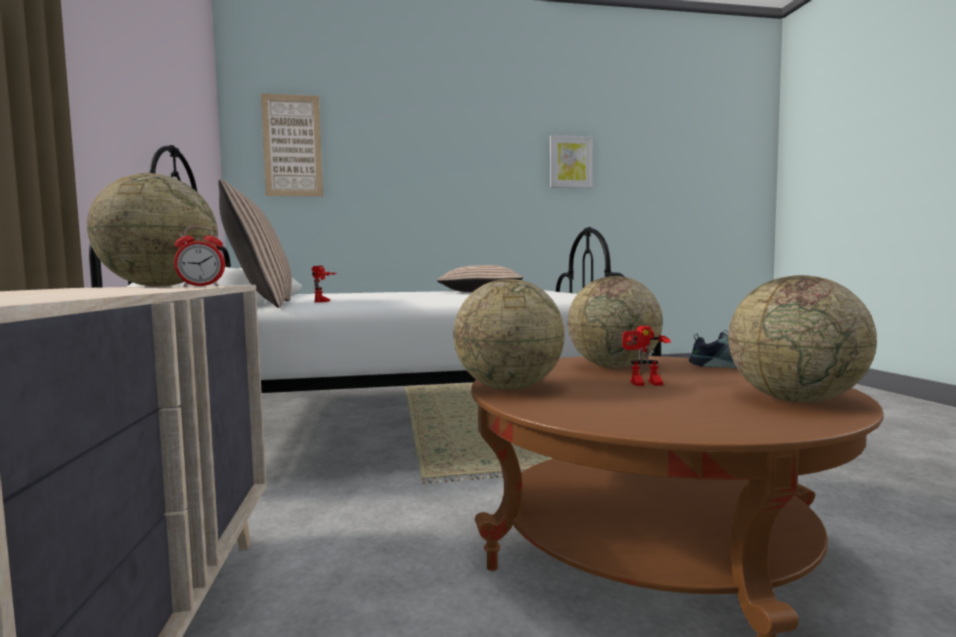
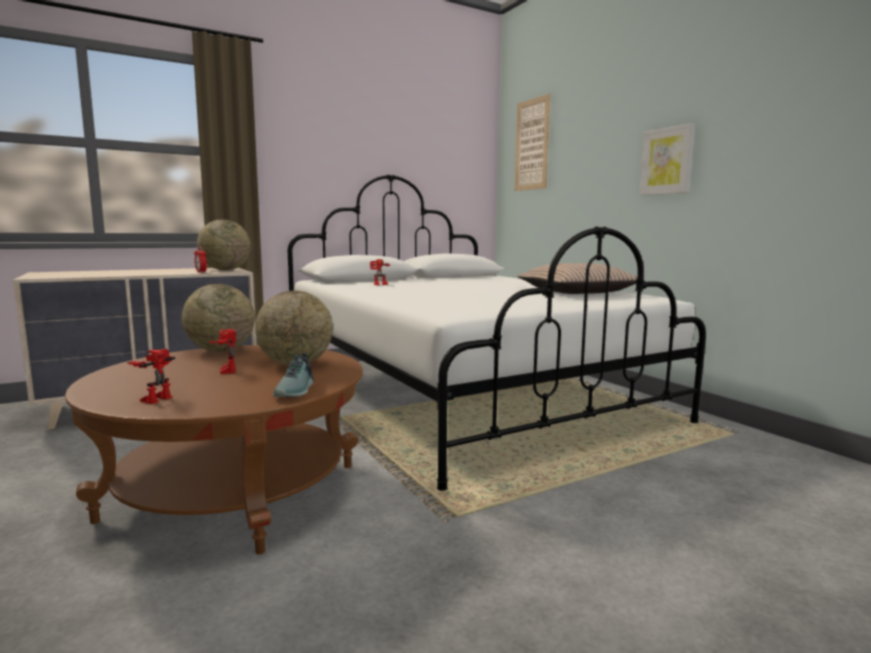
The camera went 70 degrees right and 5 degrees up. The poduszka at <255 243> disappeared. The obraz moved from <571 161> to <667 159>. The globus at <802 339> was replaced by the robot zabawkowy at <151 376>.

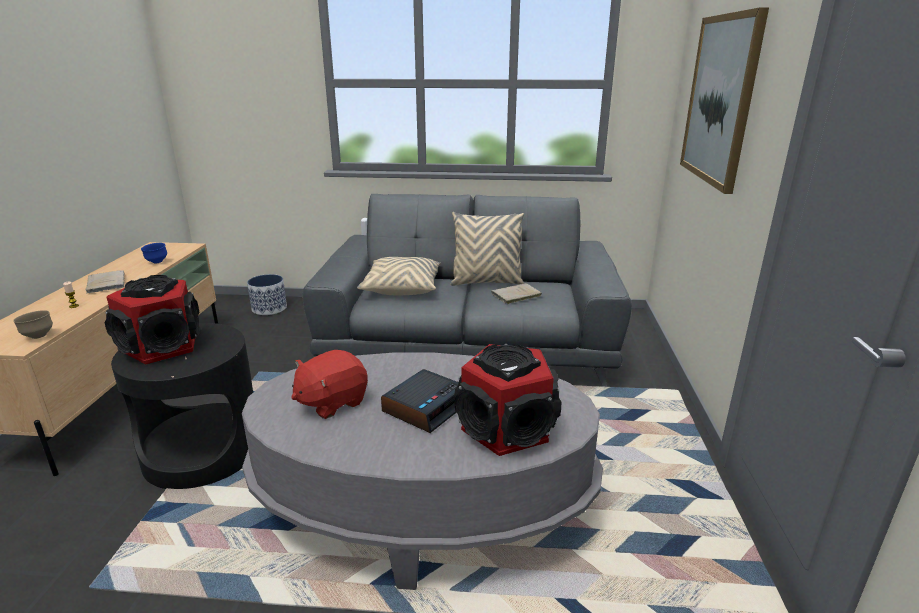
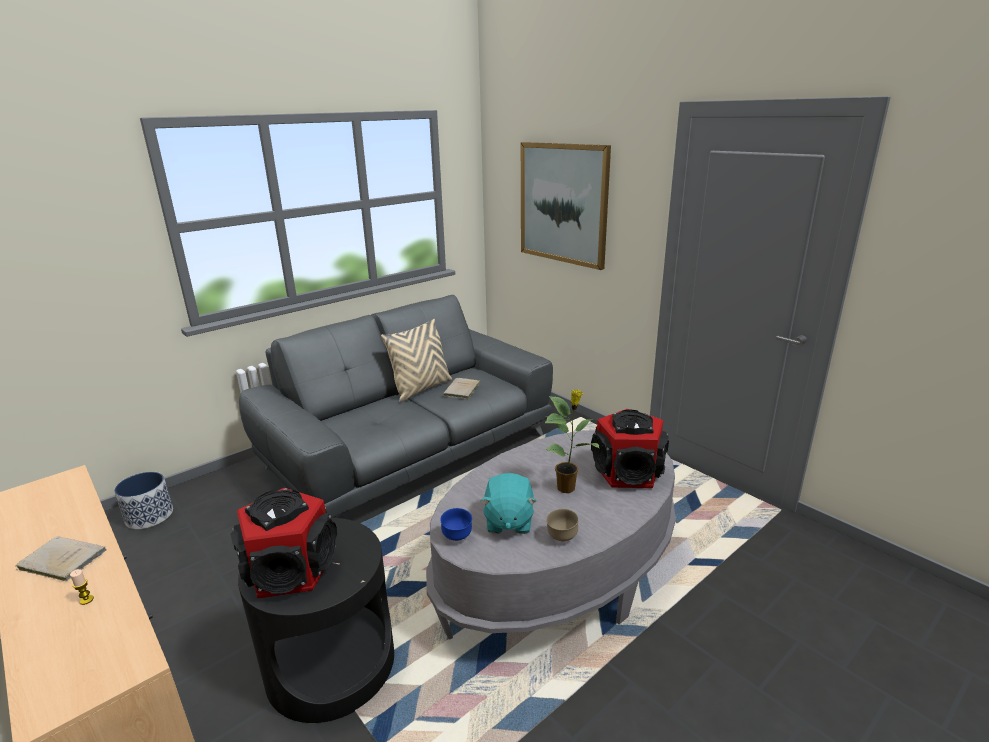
The camera went 45 degrees left and 0 degrees up. The miska/brązowy moved from <33 324> to <562 525>. The miska/niebieski moved from <154 253> to <456 524>. The pluszak/czerwony at <329 384> became the pluszak/turkusowy at <508 503>. The poduszka/beżowy at <399 276> disappeared. The budzik at <419 401> was replaced by the roślina doniczkowa at <572 441>.

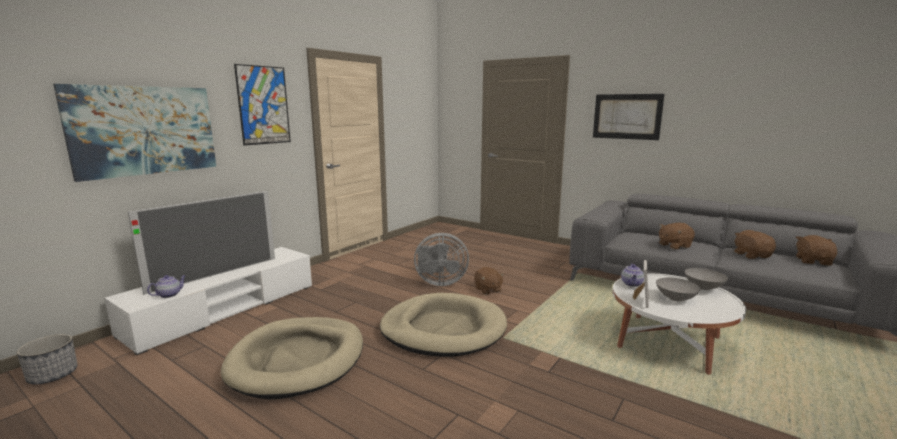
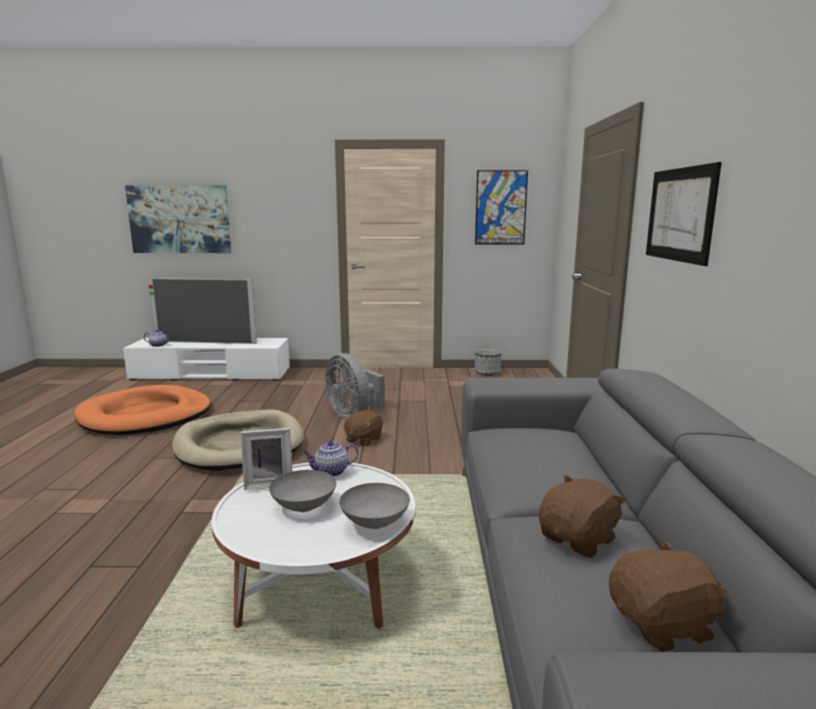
The camera went 55 degrees right and 0 degrees up. The donica moved from <47 359> to <488 362>. The legowisko/beżowy at <292 358> became the legowisko/pomarańczowy at <142 410>. The obraz moved from <262 105> to <501 207>. The pluszak/brązowy at <677 236> disappeared.

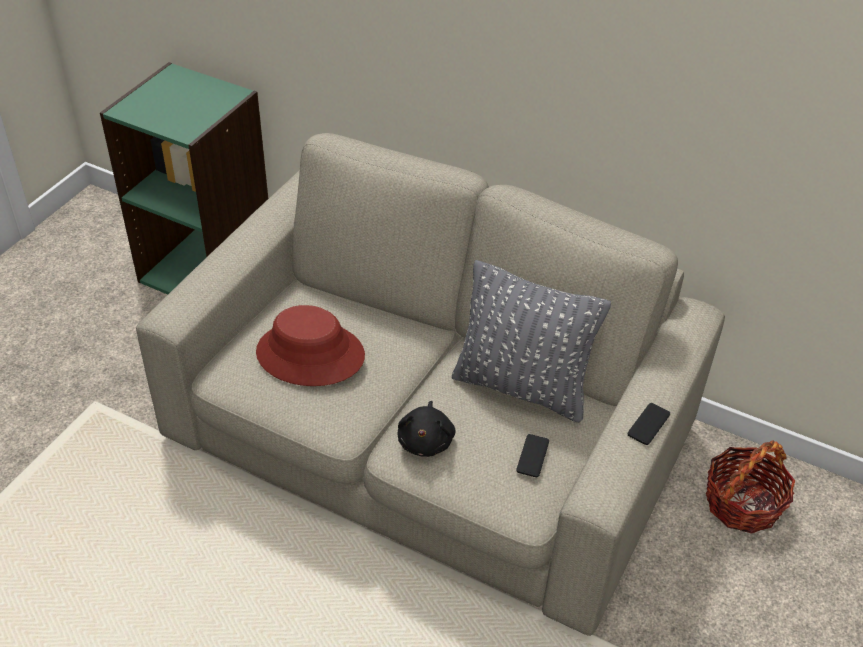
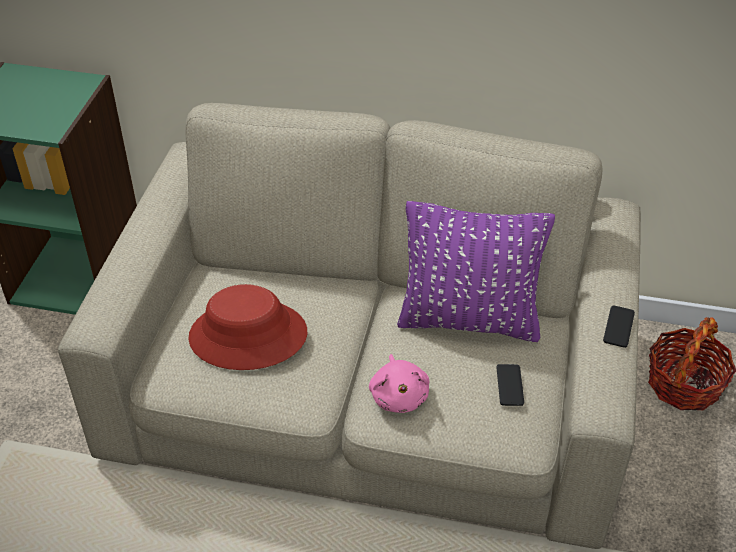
The camera went 15 degrees left and 0 degrees up. The pluszak/czarny at <427 429> became the pluszak/różowy at <399 383>. The poduszka/szary at <531 341> became the poduszka/fioletowy at <476 271>.

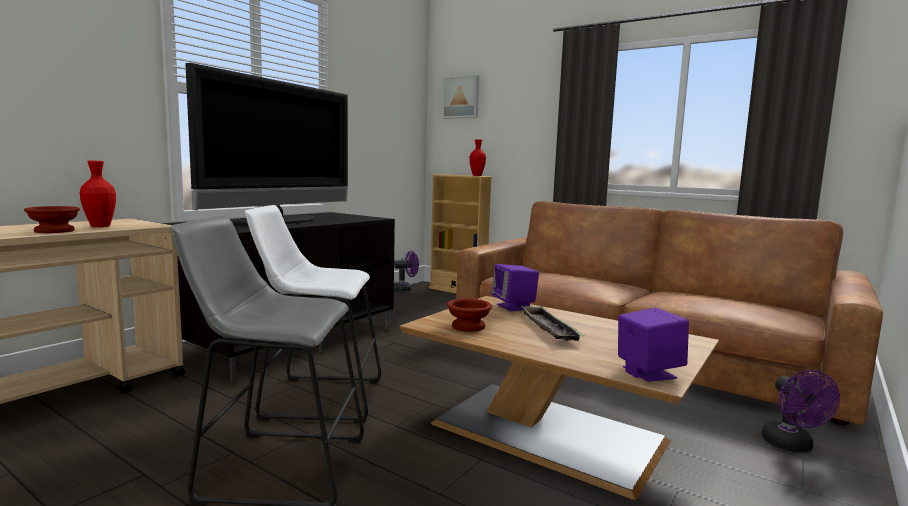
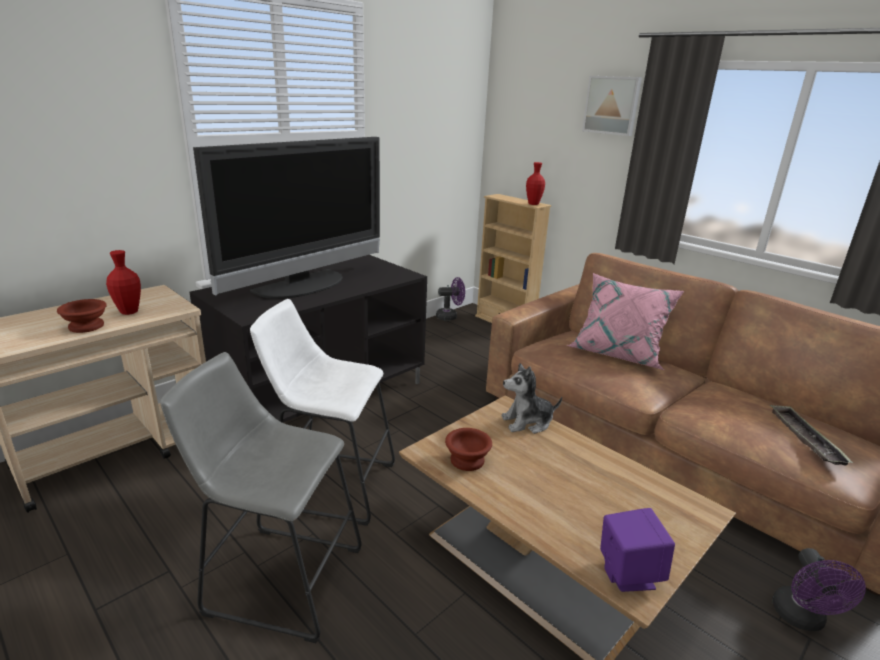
The camera went 10 degrees right and 15 degrees up. The obraz moved from <460 97> to <612 106>. The głośnik/fioletowy at <515 287> was replaced by the pluszak at <531 398>. The taca moved from <551 323> to <812 435>. The poduszka/różowy at <625 321> appeared.

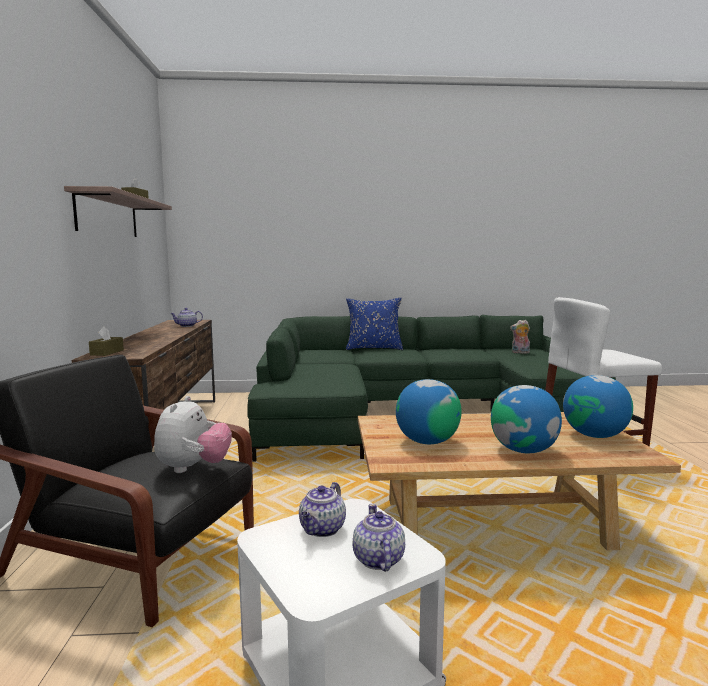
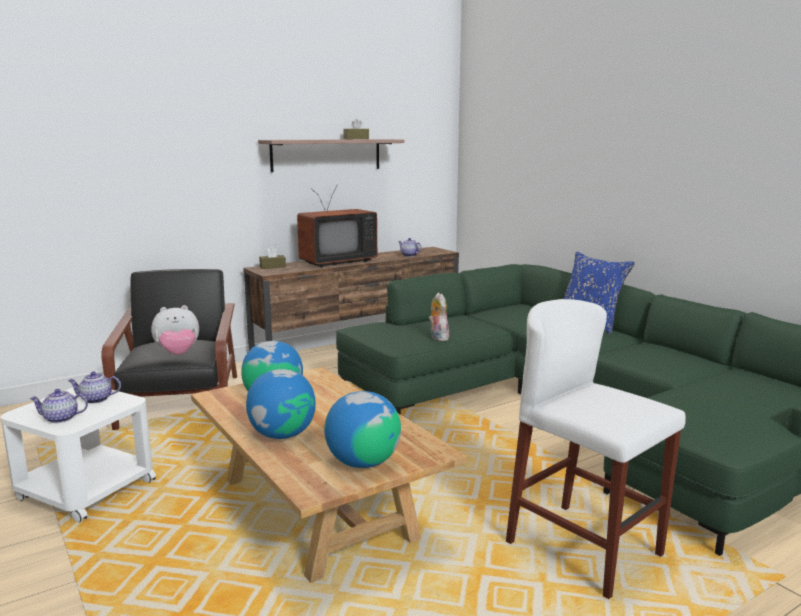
The camera went 60 degrees right and 5 degrees up. The imbryk at <379 538> turned 150 degrees counterclockwise. The pluszak moved from <520 337> to <439 317>. The telewizor at <337 225> appeared.

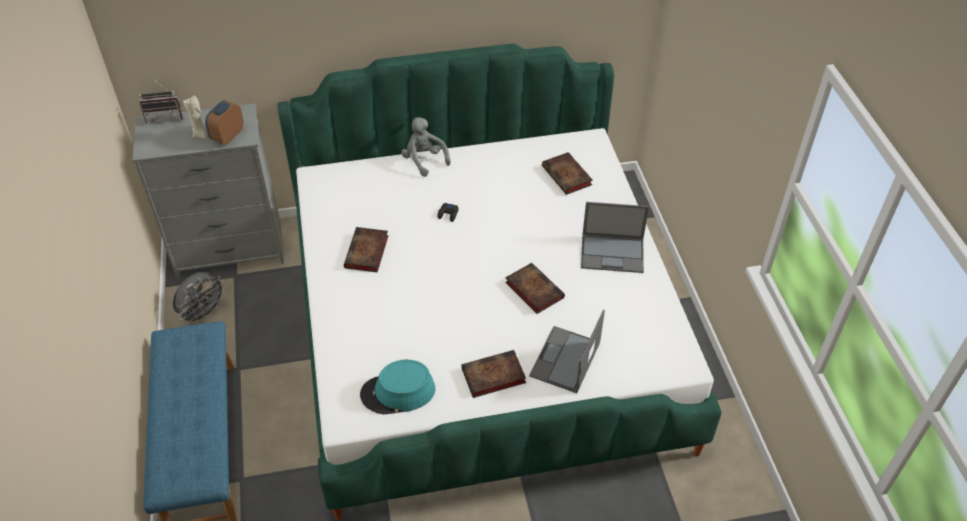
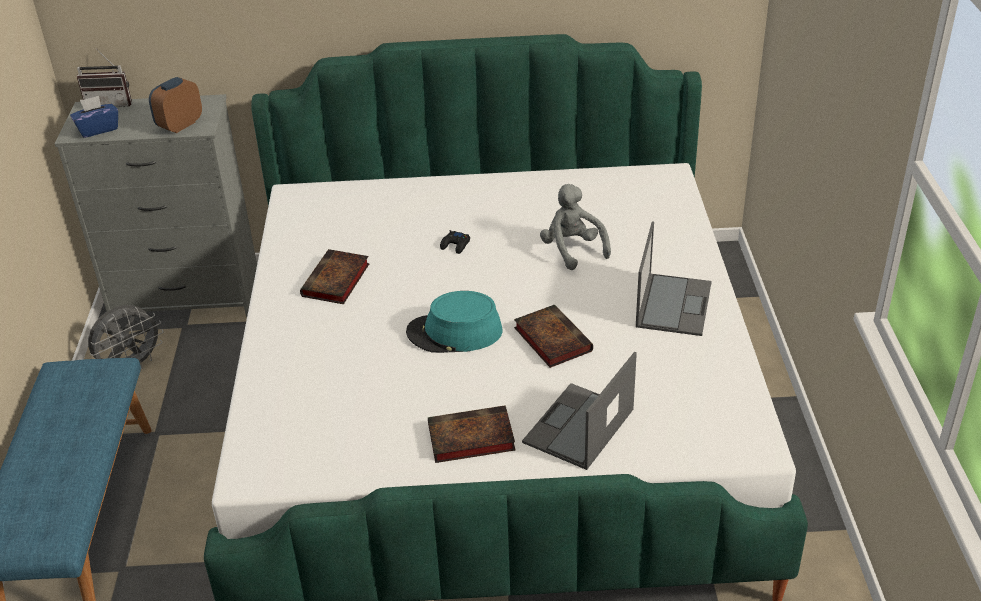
The camera went 10 degrees right and 10 degrees down. The świeca/beżowy at <195 117> disappeared. The kapelusz/turkusowy moved from <398 387> to <454 322>. The pluszak/szary moved from <426 147> to <575 227>. The książka at <567 173> disappeared. The laptop at <615 237> turned 90 degrees counterclockwise. The pudełko chusteczek/niebieski at <94 117> appeared.

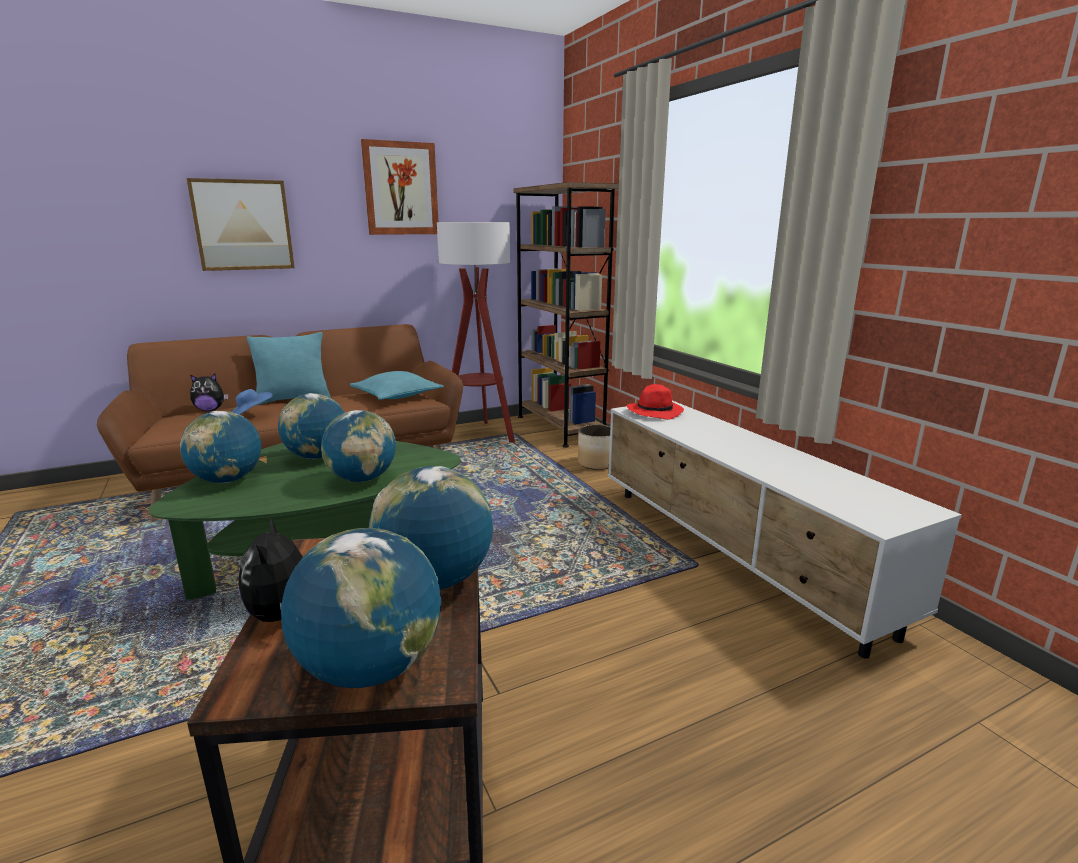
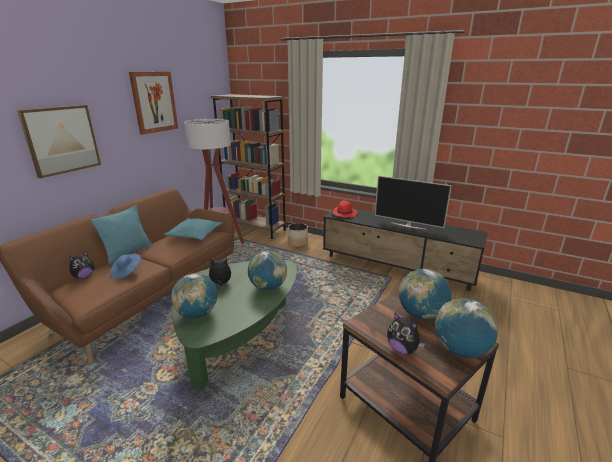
The camera went 35 degrees left and 5 degrees up. The globus at <311 426> was replaced by the pluszak at <219 272>. The szafka pod telewizor/biały at <785 530> became the szafka pod telewizor/czarny at <405 249>. The telewizor at <413 203> appeared.

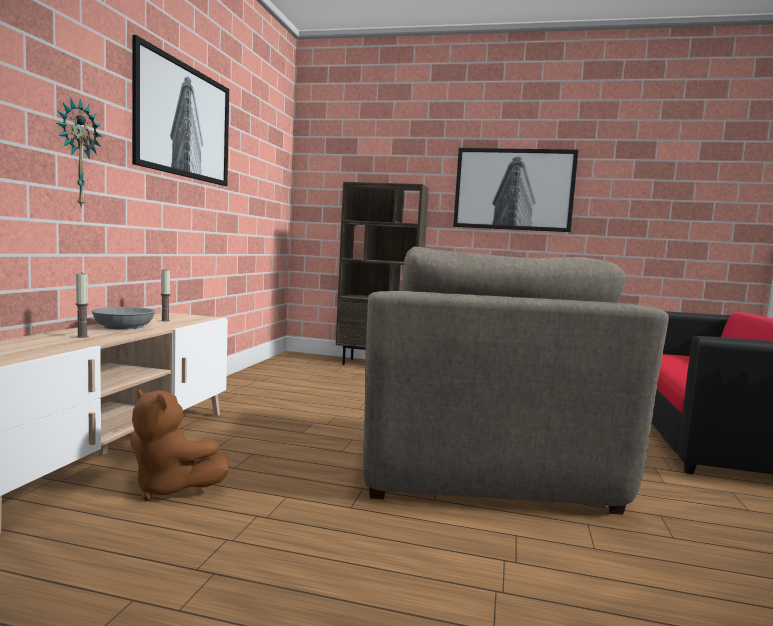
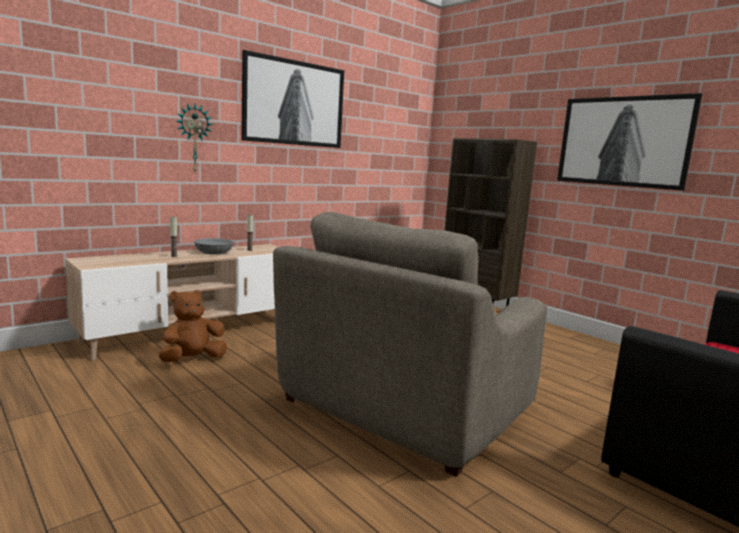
The camera went 35 degrees right and 5 degrees up. The pluszak/brązowy at <179 445> turned 75 degrees clockwise.

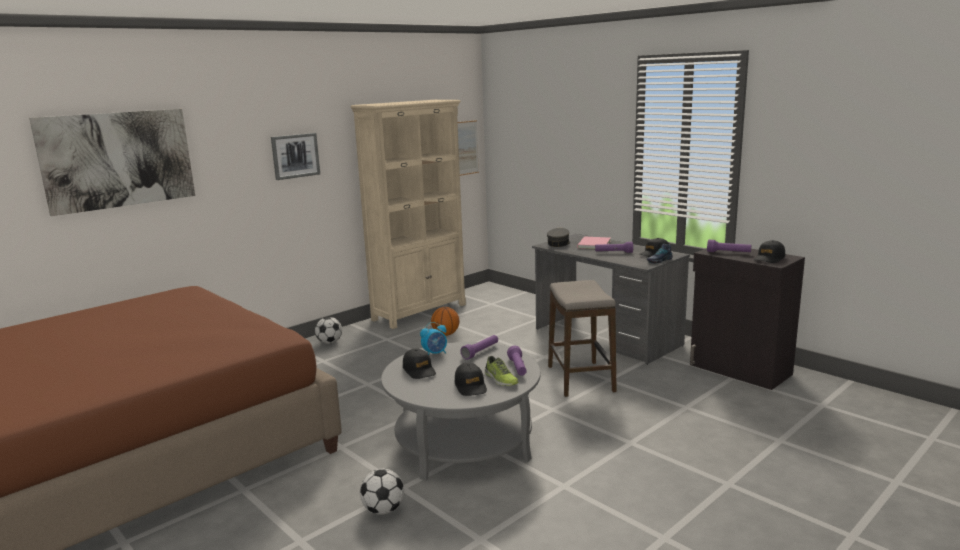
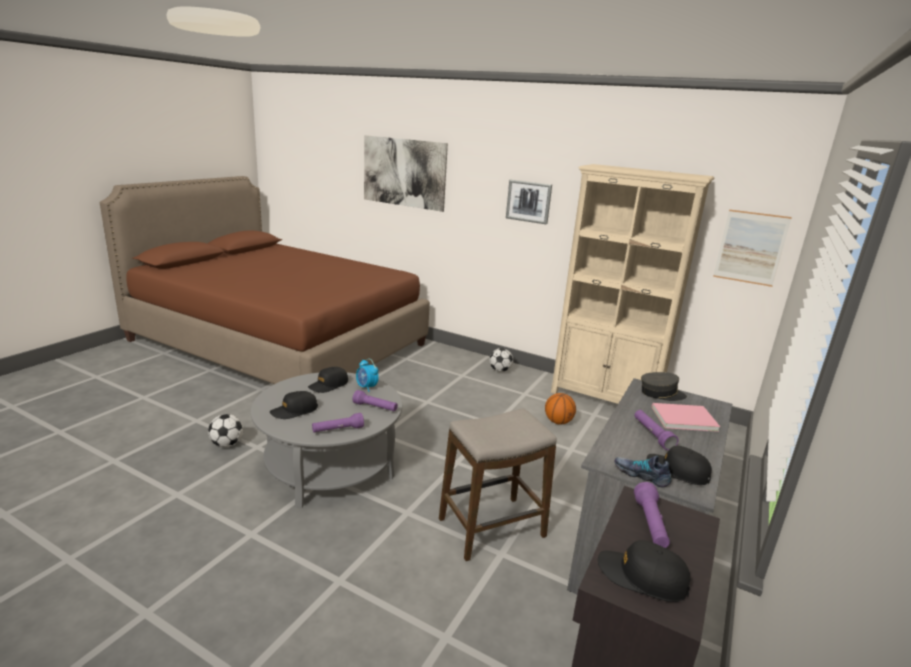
The camera went 70 degrees right and 5 degrees up. The but at <502 371> disappeared.

